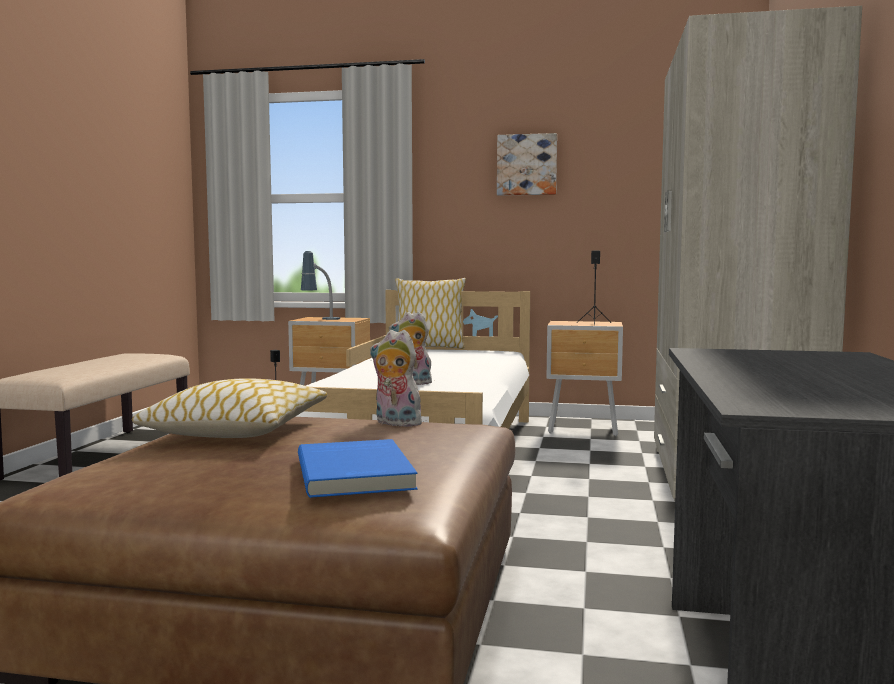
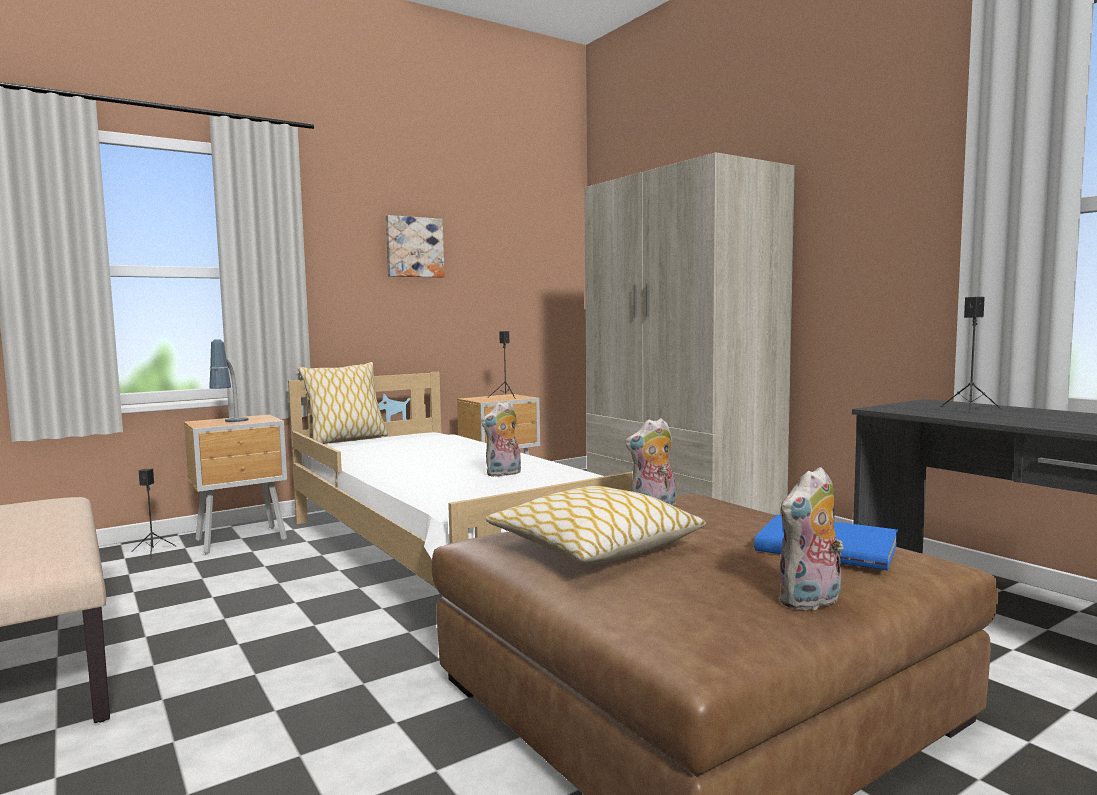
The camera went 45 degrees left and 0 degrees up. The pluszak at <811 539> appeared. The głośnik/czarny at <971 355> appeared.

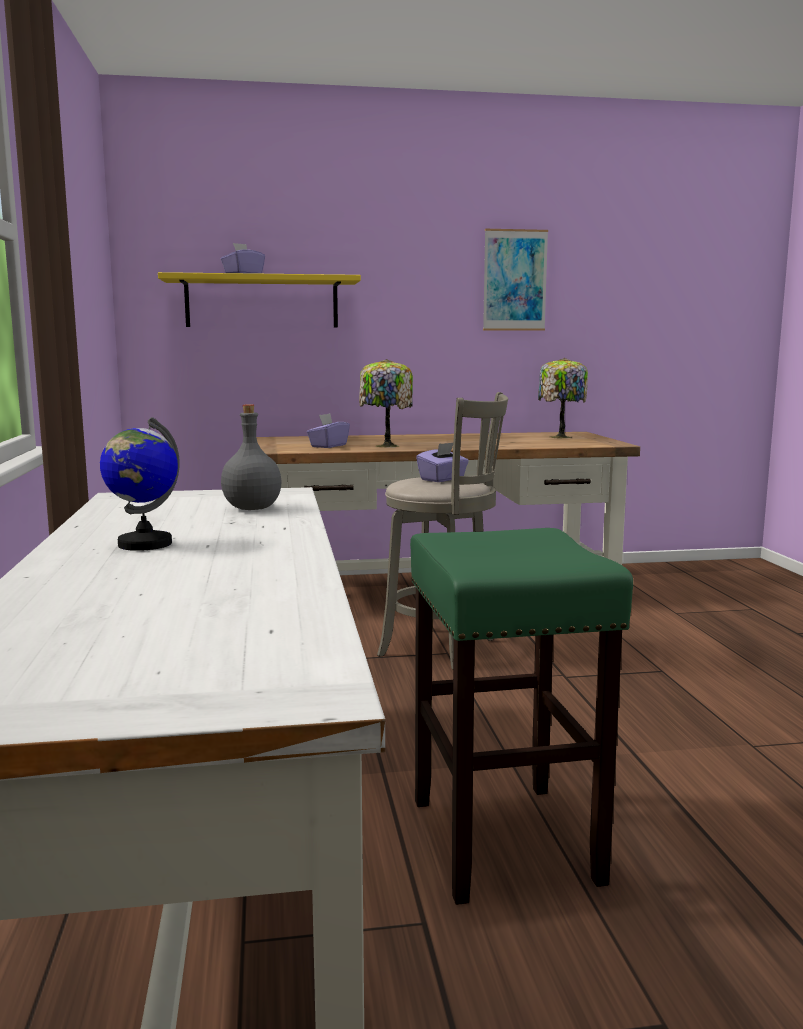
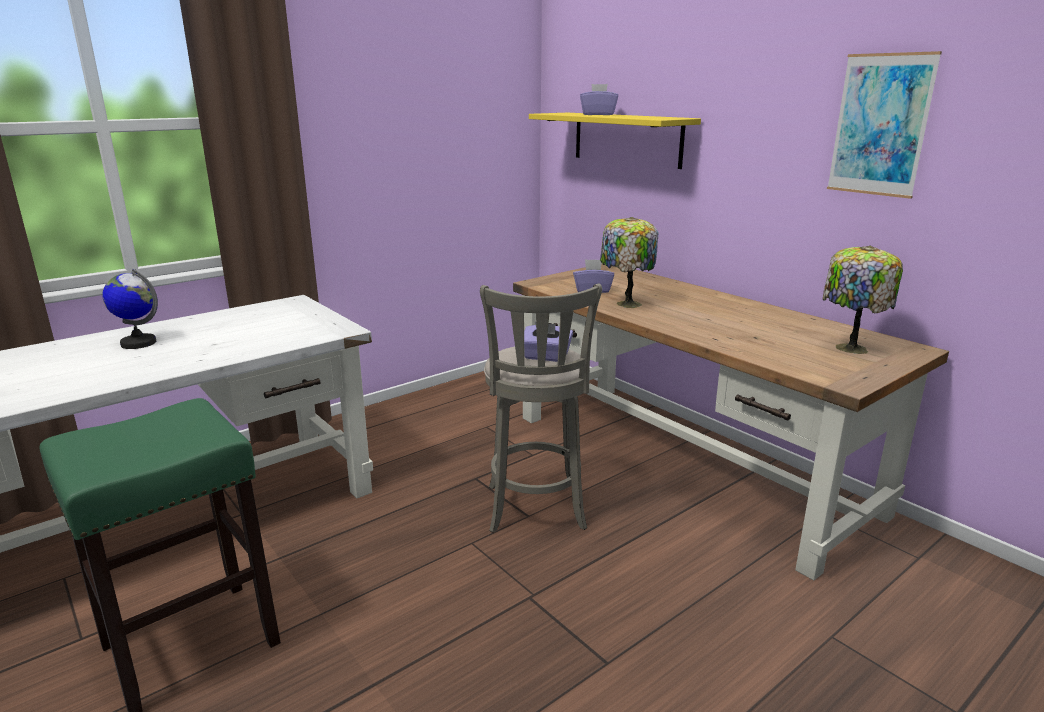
The camera went 60 degrees right and 10 degrees up. The butelka/szary at <251 457> disappeared.

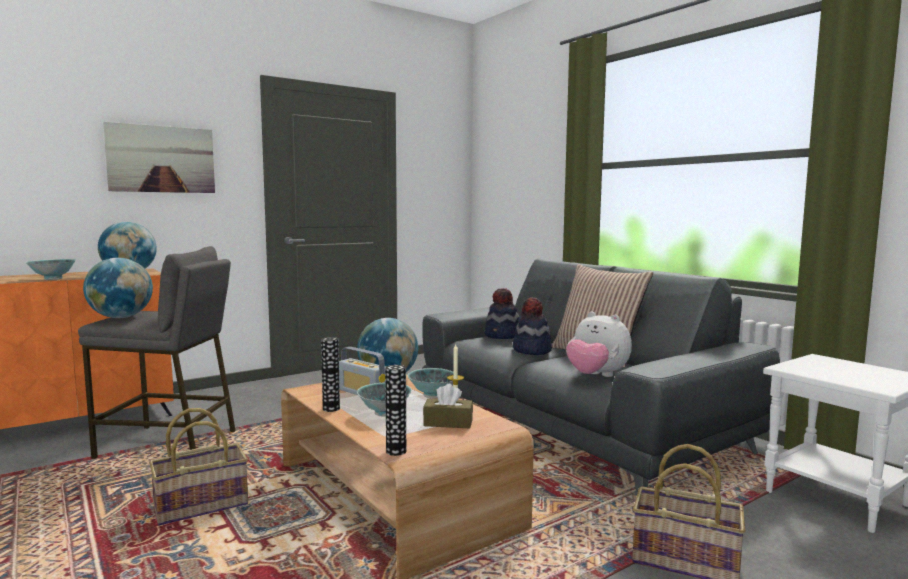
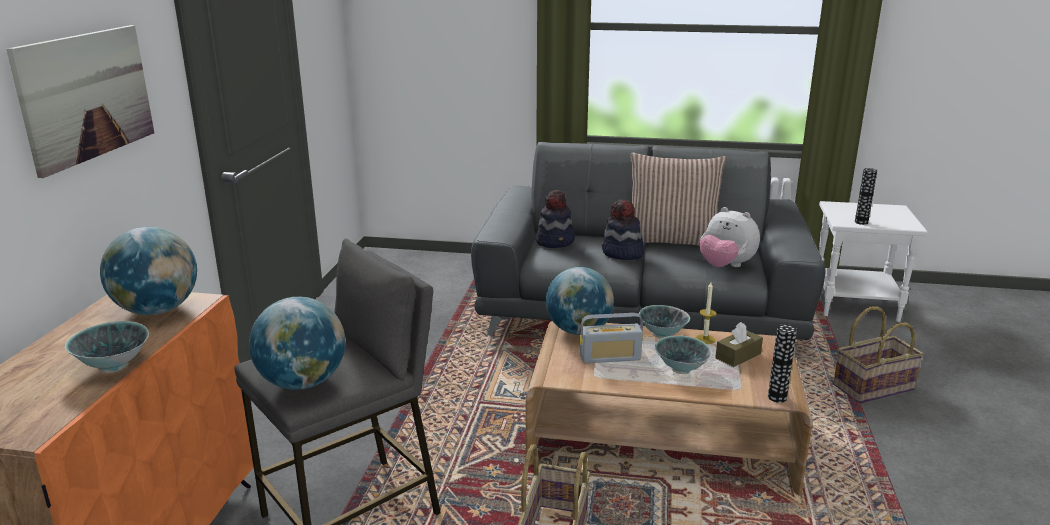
The camera went 45 degrees left and 15 degrees up. The wazon moved from <330 374> to <866 196>. The pluszak at <599 344> turned 45 degrees clockwise.

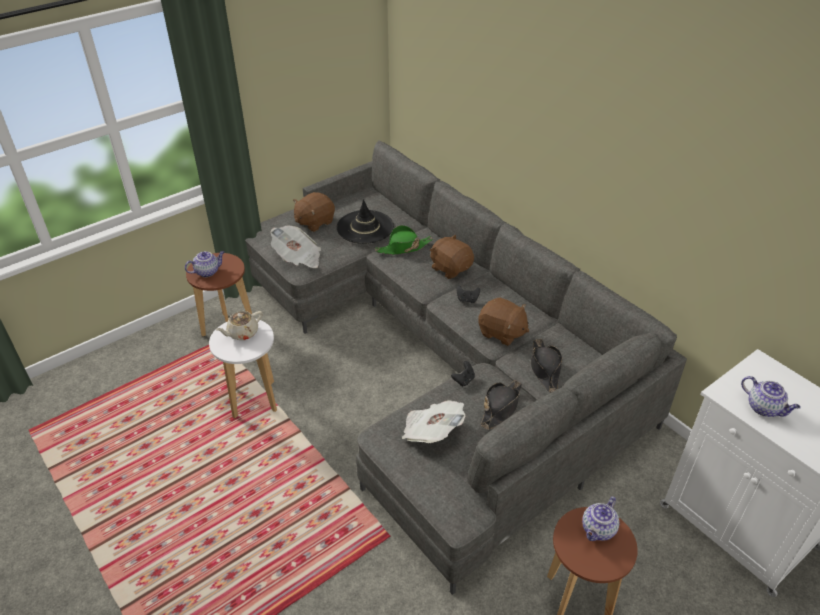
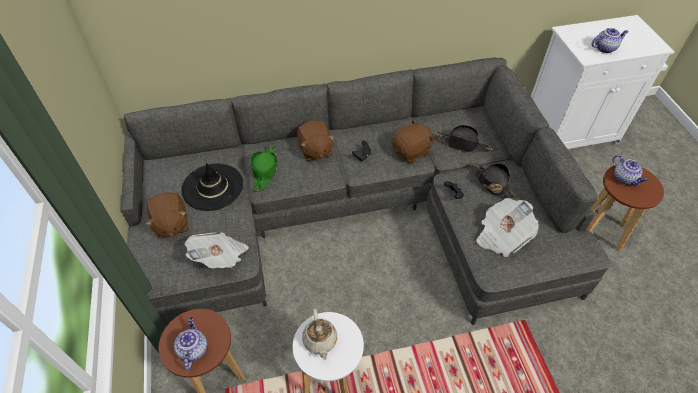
The camera went 65 degrees left and 10 degrees up. The pluszak/brązowy at <452 256> turned 90 degrees counterclockwise.

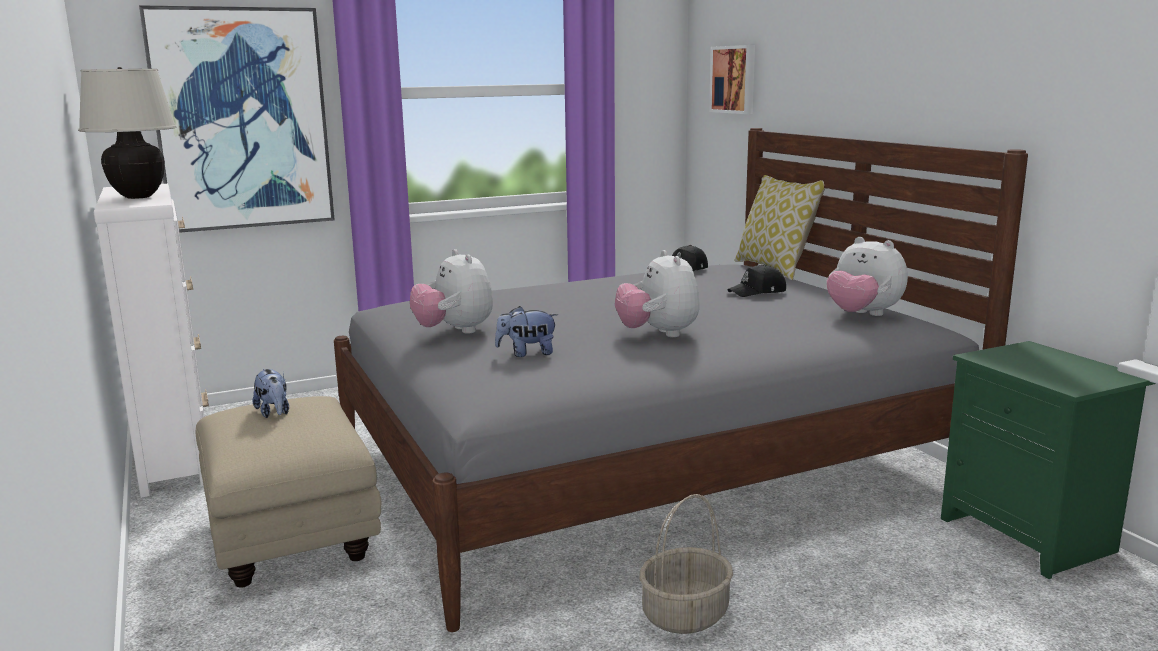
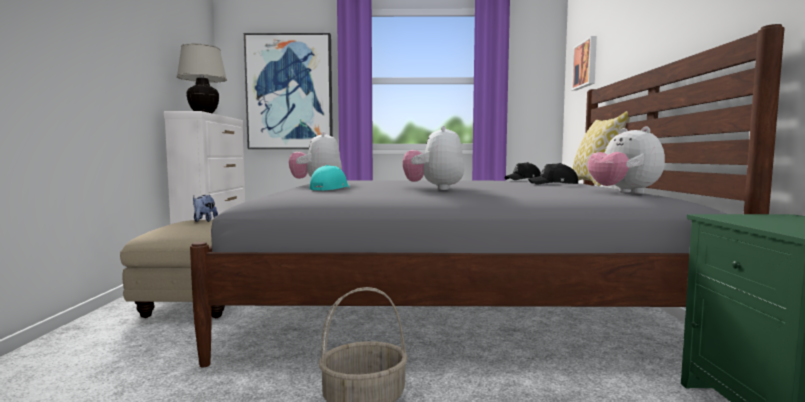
The camera went 25 degrees right and 10 degrees down. The pluszak at <526 331> was replaced by the czapka z daszkiem/turkusowy at <329 177>.

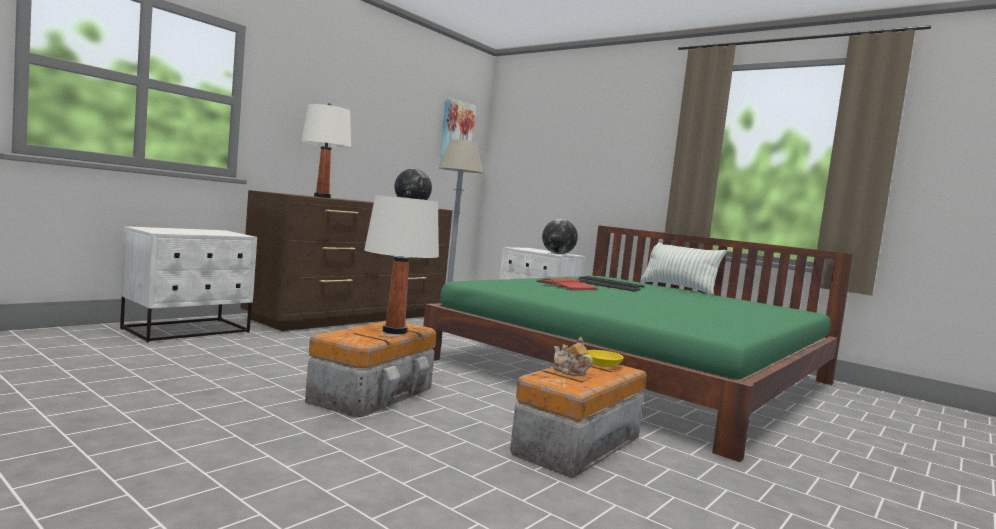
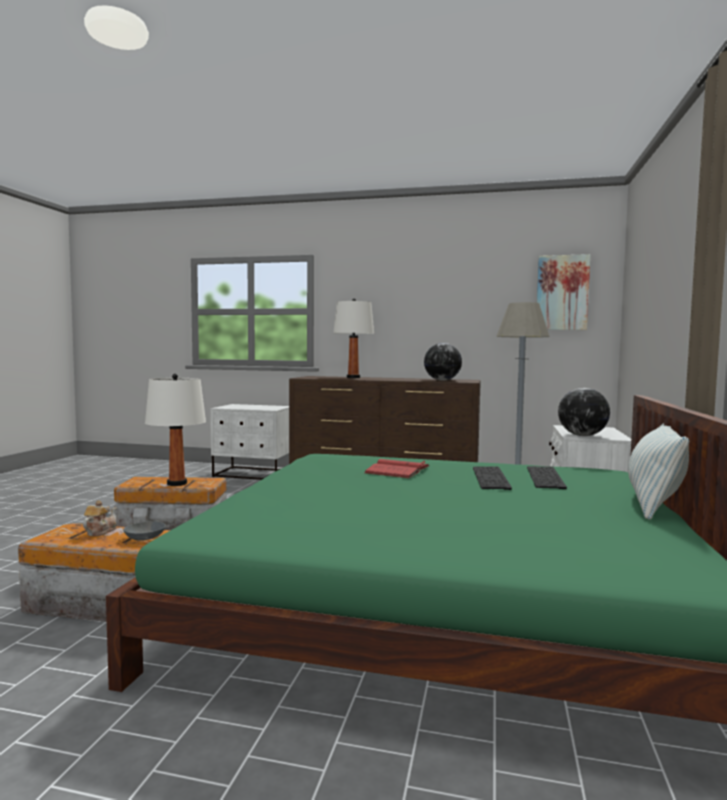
The camera went 65 degrees right and 0 degrees up. The miska/żółty at <604 358> became the miska/szary at <144 531>.

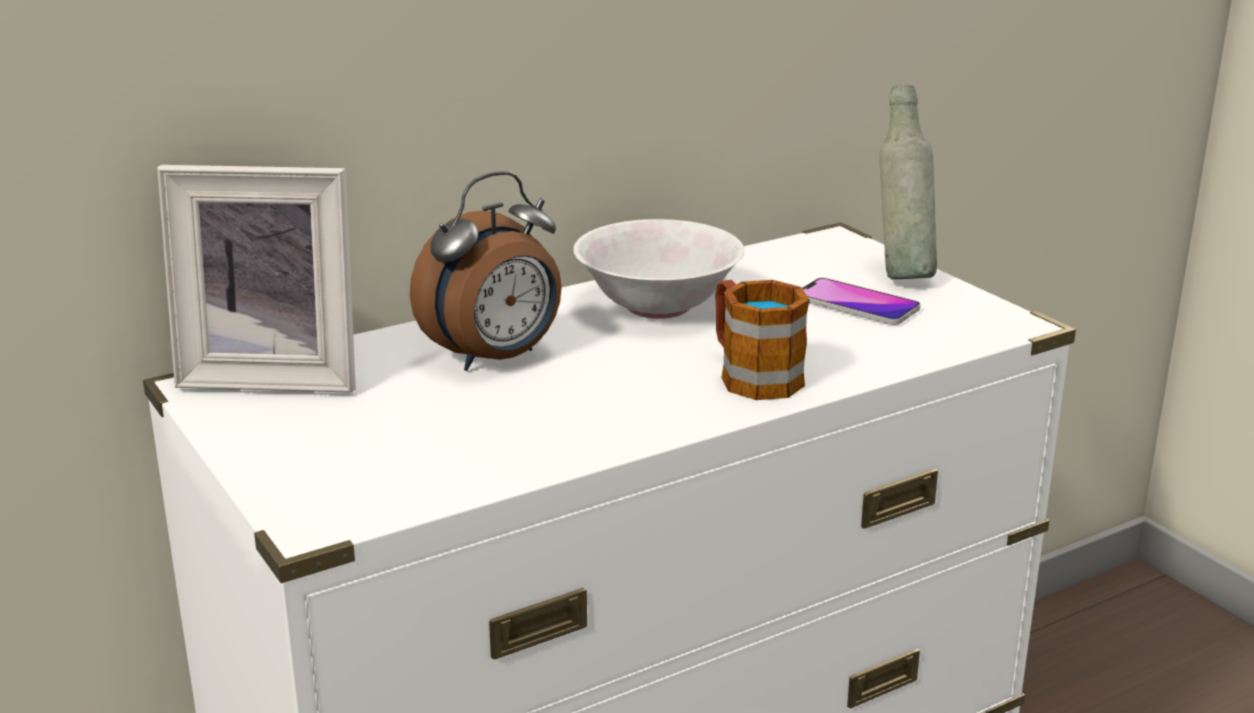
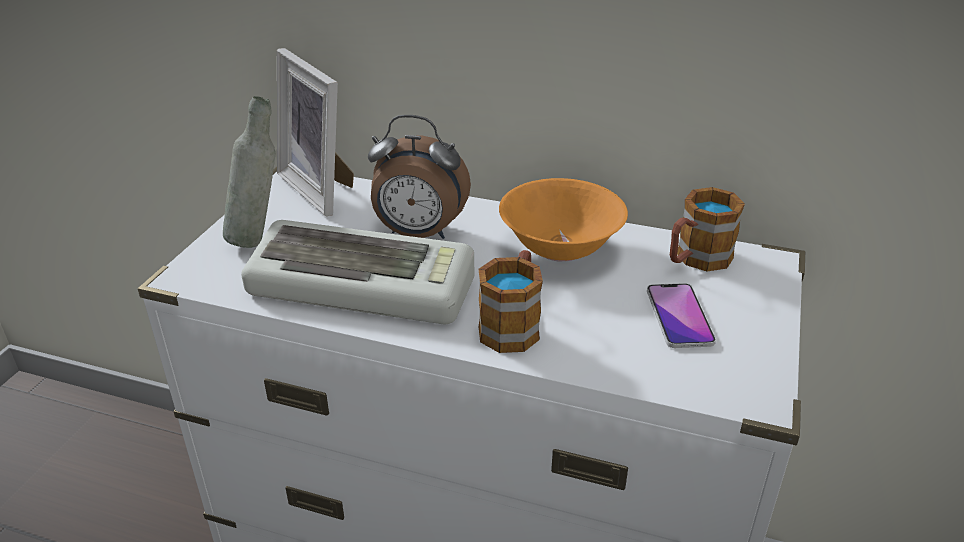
The camera went 50 degrees right and 10 degrees up. The miska/biały at <659 269> became the miska/pomarańczowy at <563 220>. The butelka/szary moved from <908 182> to <249 172>. The klawiatura at <357 272> appeared. The kubek at <707 229> appeared.

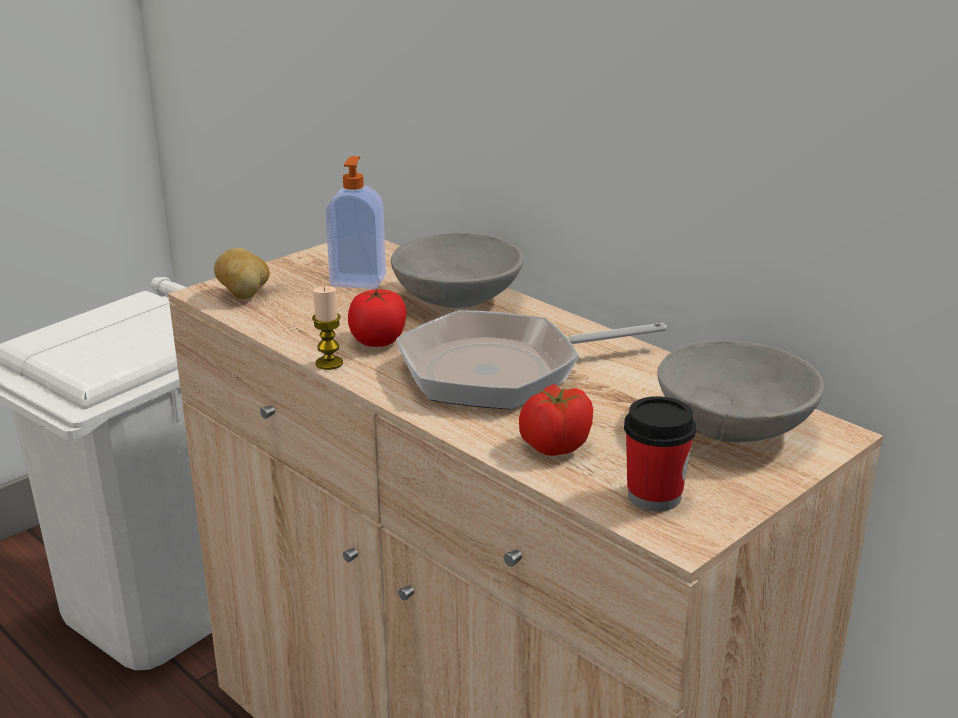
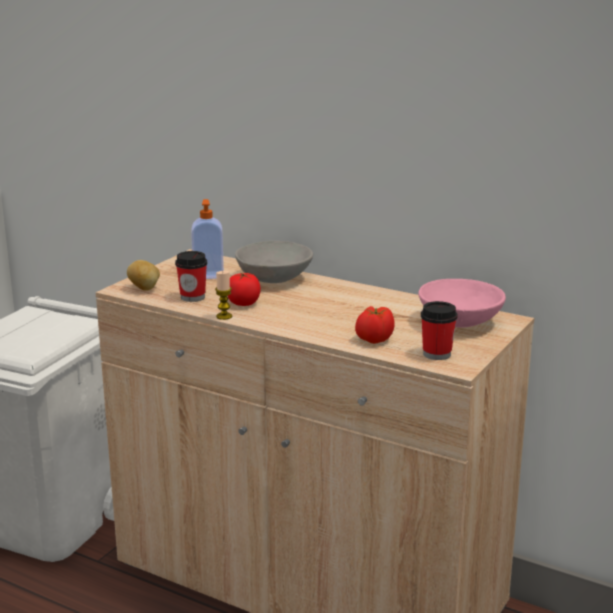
The camera went 15 degrees left and 5 degrees down. The patelnia at <531 360> disappeared. The miska/szary at <740 391> became the miska/różowy at <462 303>. The filiżanka at <191 276> appeared.

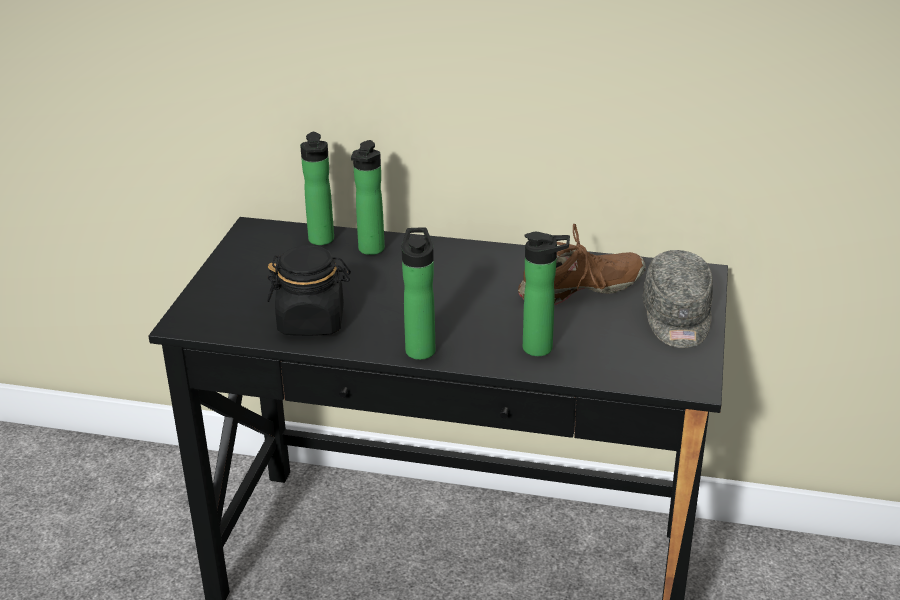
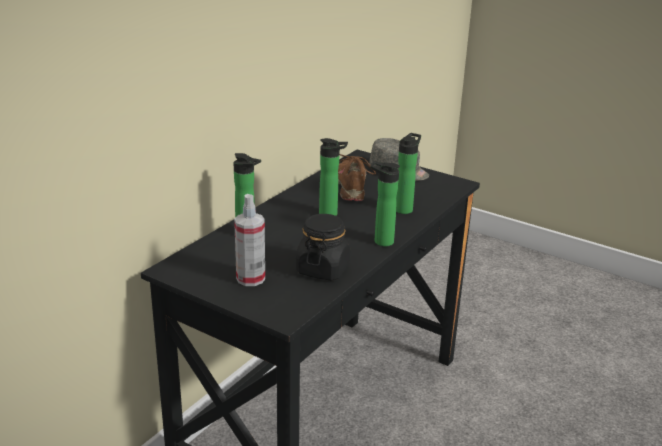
The camera went 70 degrees left and 5 degrees down. The butelka moved from <317 188> to <333 177>. The spryskiwacz at <249 240> appeared.

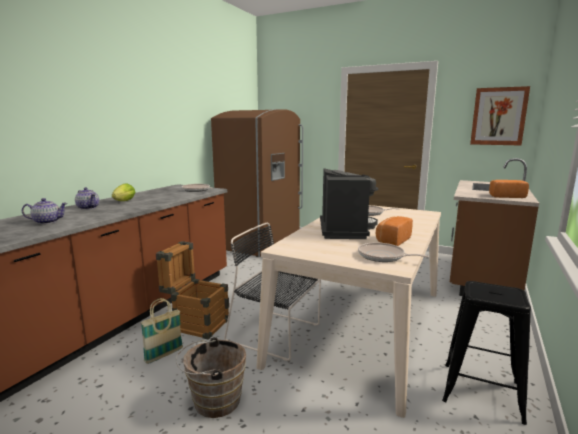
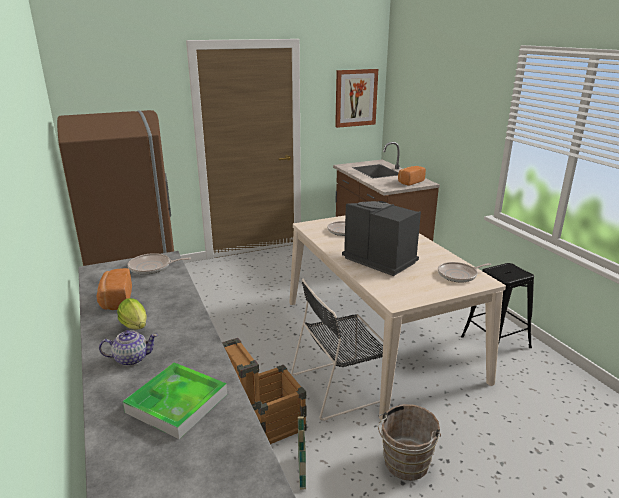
The camera went 50 degrees left and 10 degrees up. The imbryk at <45 211> was replaced by the taca at <175 400>. The chleb moved from <394 231> to <114 289>.

